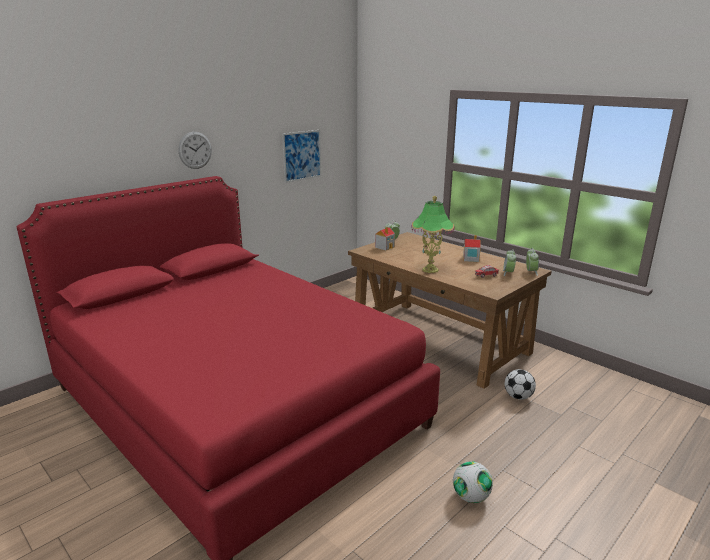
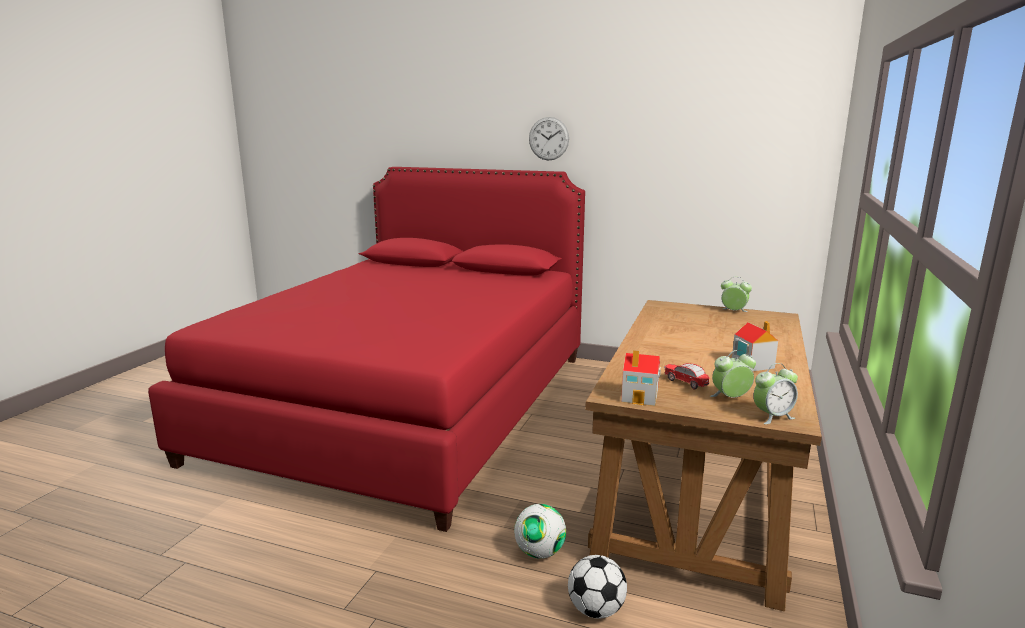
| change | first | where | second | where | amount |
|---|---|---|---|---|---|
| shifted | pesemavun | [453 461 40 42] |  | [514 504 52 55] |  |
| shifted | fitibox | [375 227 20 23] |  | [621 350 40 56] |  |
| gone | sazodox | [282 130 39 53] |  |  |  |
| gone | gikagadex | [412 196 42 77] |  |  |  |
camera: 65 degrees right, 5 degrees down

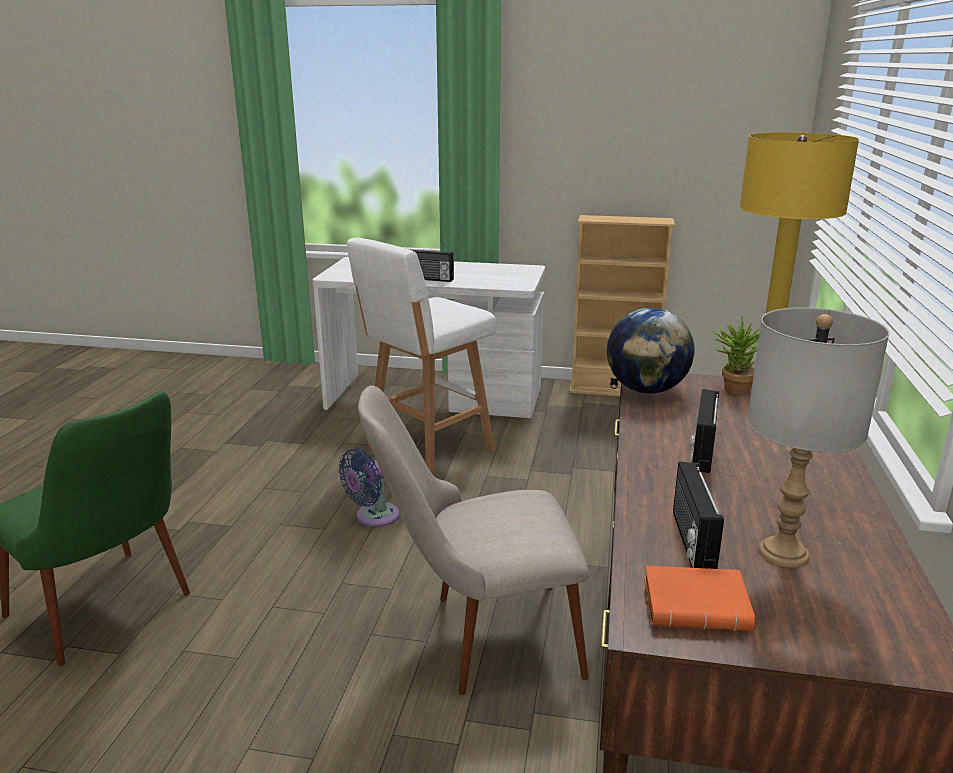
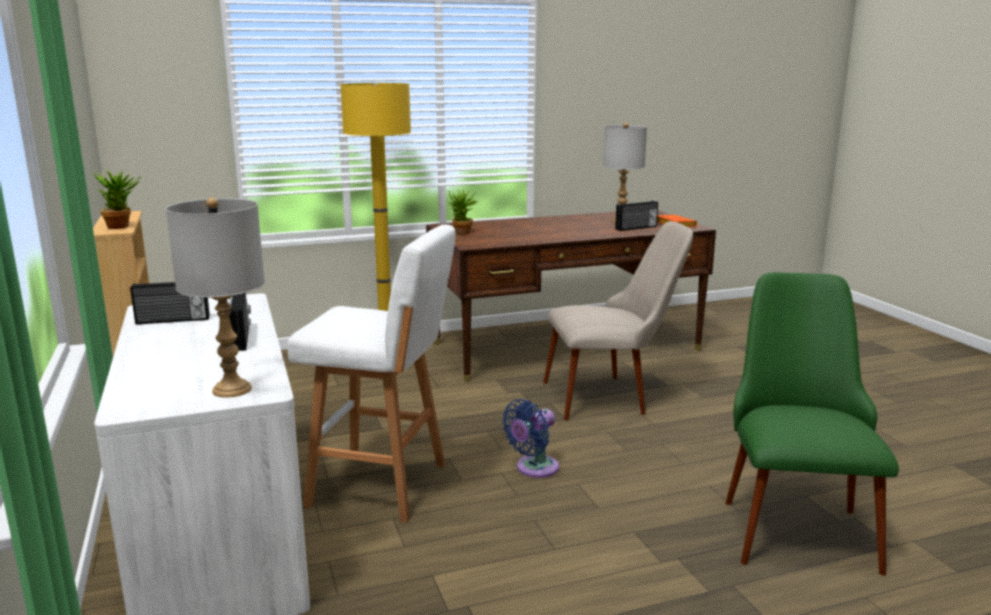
| change | first | where | second | where | amount |
|---|---|---|---|---|---|
| new |  |  | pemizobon | [92 170 48 59] |  |
| shifted | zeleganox | [690 389 29 84] |  | [130 282 80 43] |  |
| new |  |  | grey_gikagadex | [166 198 99 200] |  |
| rotated | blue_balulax | [339 449 61 78] |  | [502 399 57 79] | 120 degrees clockwise |
| rotated | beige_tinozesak | [358 385 231 310] |  | [543 221 150 199] | 60 degrees counterclockwise |
| gone | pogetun | [607 308 87 86] |  |  |  |
camera: 120 degrees left, 5 degrees down

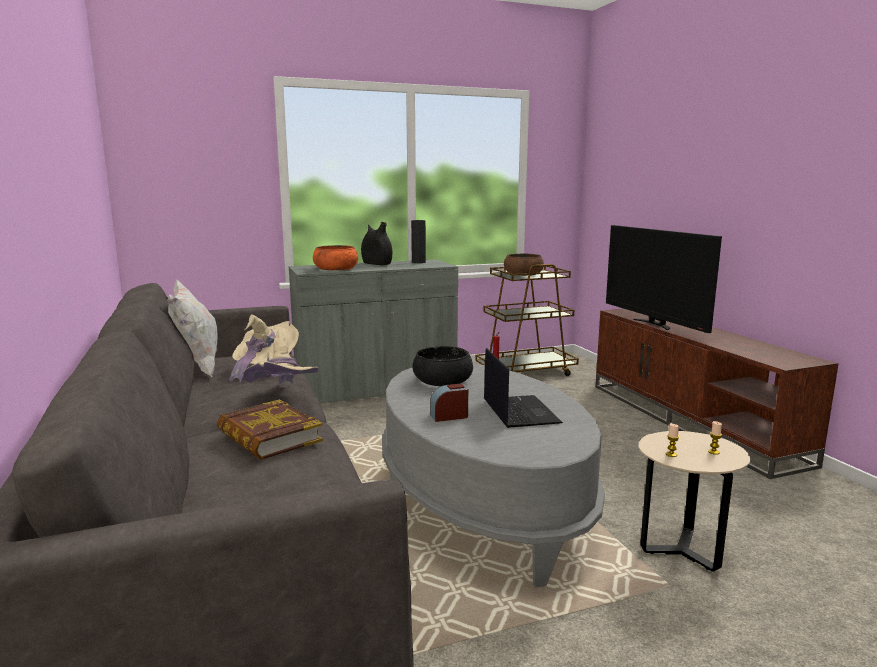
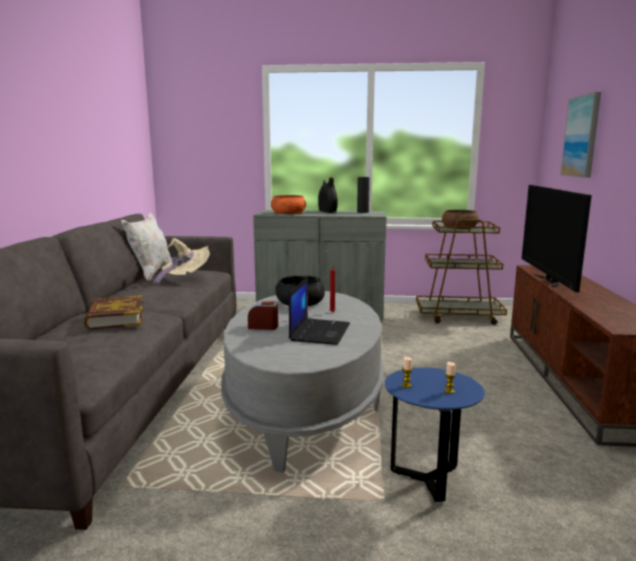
| change | first | where | second | where | amount |
|---|---|---|---|---|---|
| repainted | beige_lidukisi | [639 431 111 141] | blue_lidukisi | [385 368 100 134] |  |
| new |  |  | sazodox | [561 92 40 86] |  |
| gone | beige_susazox | [243 329 75 55] |  |  |  |
camera: 25 degrees right, 0 degrees up

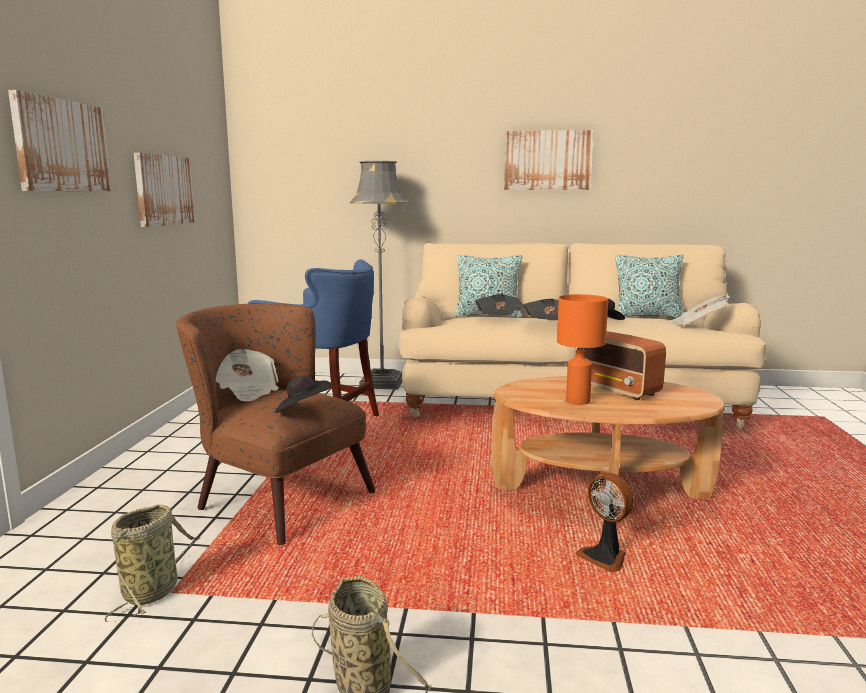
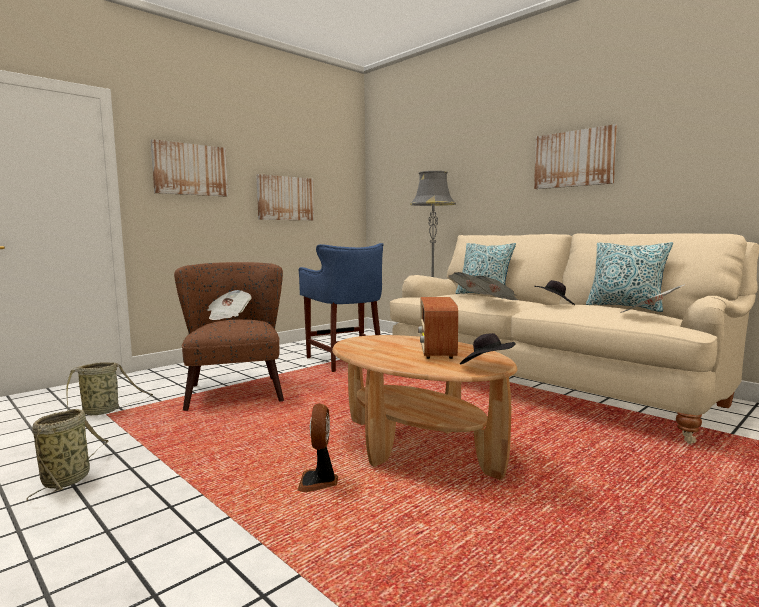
| change | first | where | second | where | amount |
|---|---|---|---|---|---|
| shifted | black_susazox | [275 375 56 38] |  | [460 333 56 31] |  |
| gone | orange_gikagadex | [557 294 51 111] |  |  |  |
camera: 40 degrees right, 5 degrees down

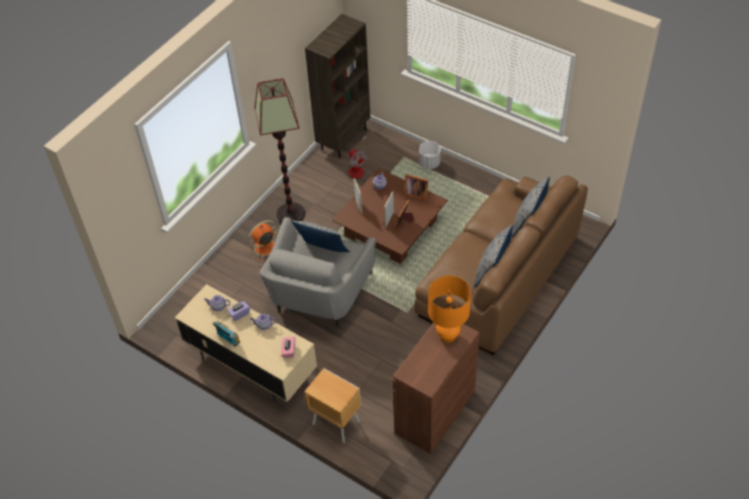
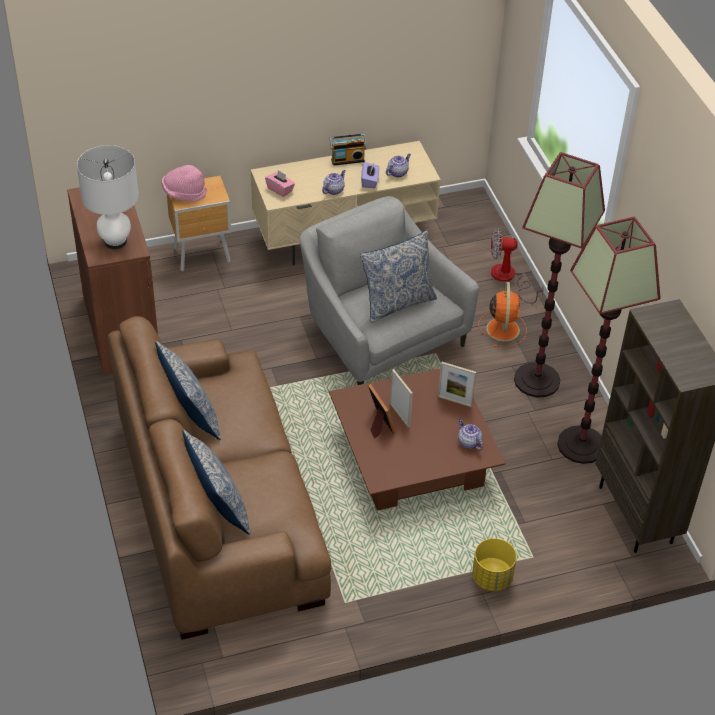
| change | first | where | second | where | amount |
|---|---|---|---|---|---|
| repainted | orange_gikagadex | [428 276 43 67] | white_gikagadex | [77 145 62 104] |  |
| new |  |  | pink_susazox | [162 165 45 37] |  |
| repainted | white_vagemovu | [419 141 22 28] | yellow_vagemovu | [472 538 45 53] |  |
| shifted | balulax | [348 136 21 43] |  | [491 229 53 74] |  |
| new |  |  | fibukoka | [557 217 104 247] |  |
| gone | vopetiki | [404 174 24 27] |  |  |  |
camera: 125 degrees right, 5 degrees down

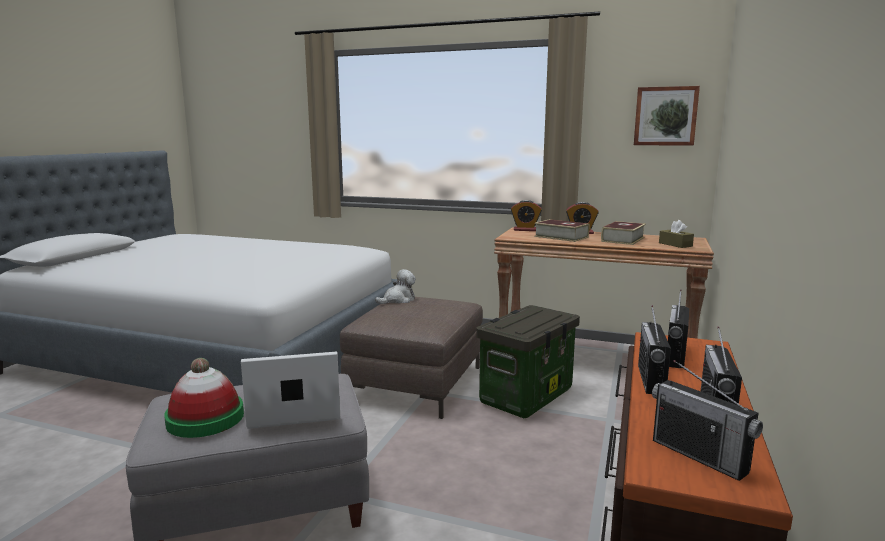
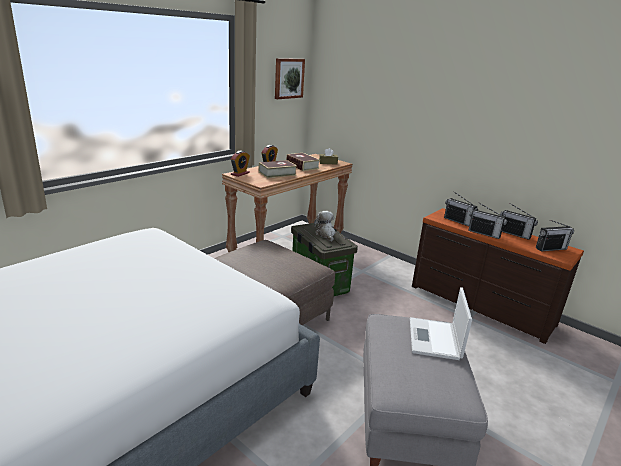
| change | first | where | second | where | amount |
|---|---|---|---|---|---|
| shifted | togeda | [375 269 41 35] |  | [314 211 22 30] |  |
| gone | susazox | [164 358 80 80] |  |  |  |
camera: 70 degrees left, 10 degrees up

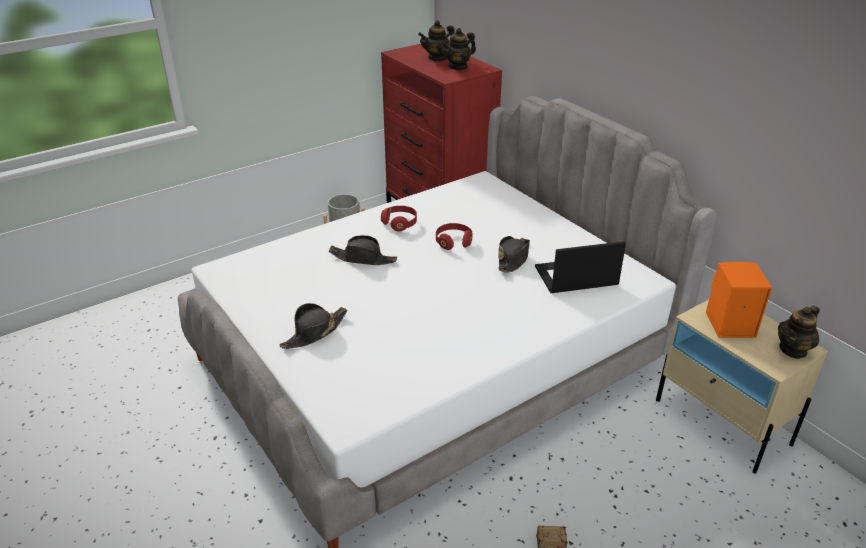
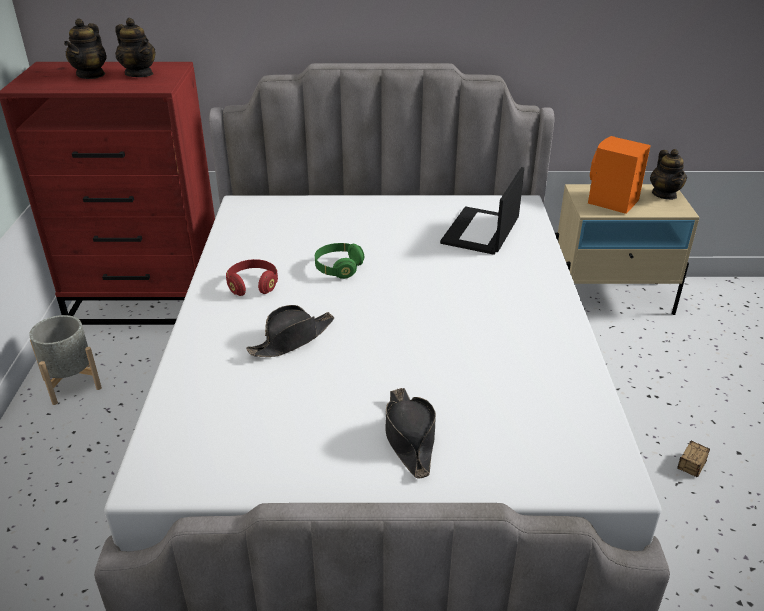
| change | first | where | second | where | amount |
|---|---|---|---|---|---|
| rotated | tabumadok | [441 28 35 42] |  | [115 18 41 59] | 45 degrees counterclockwise |
| repainted | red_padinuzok | [436 223 36 27] | green_padinuzok | [315 243 49 36] |  |
| gone | black_susazox | [498 236 32 37] |  |  |  |
camera: 55 degrees left, 0 degrees up

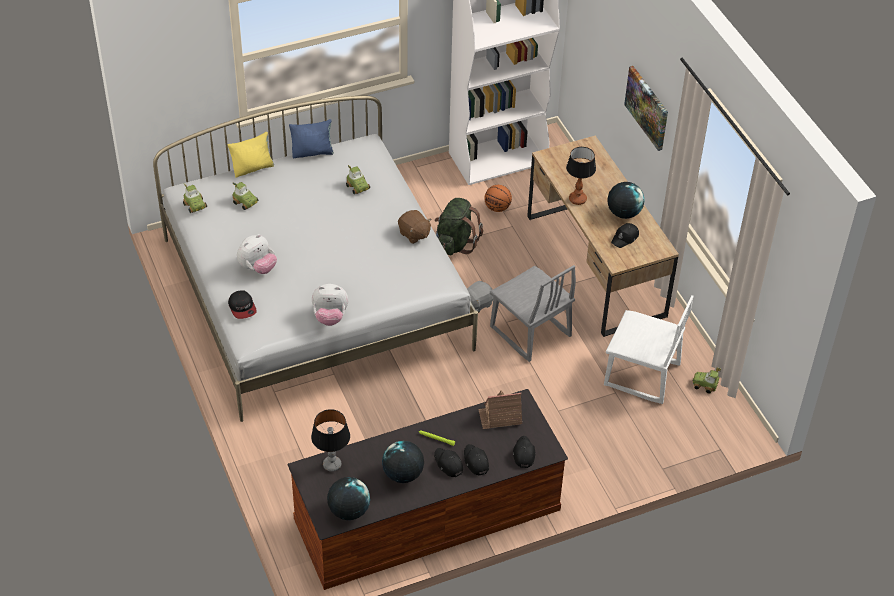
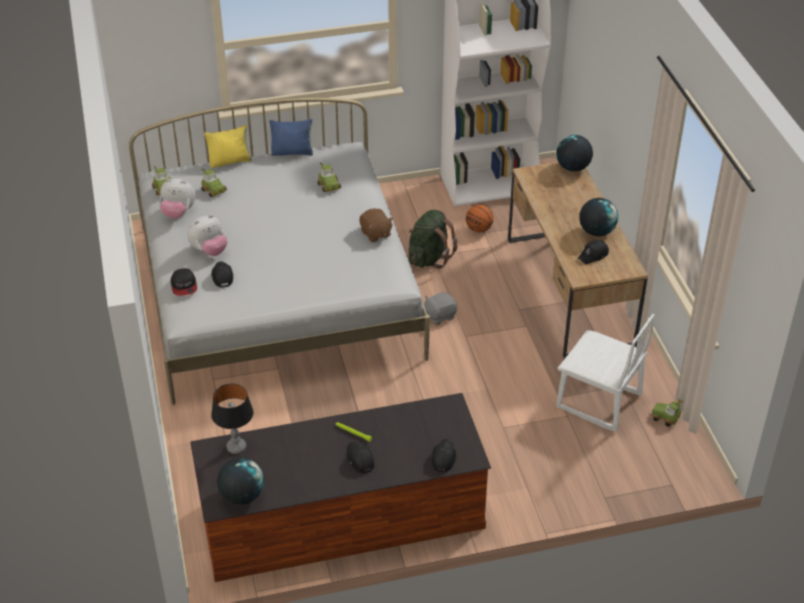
| change | first | where | second | where | amount |
|---|---|---|---|---|---|
| shifted | togeda | [312 284 36 42] |  | [159 178 37 41] |  |
| shifted | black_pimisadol | [464 444 25 31] |  | [211 261 22 26] |  |
| shifted | pogetun | [382 441 42 42] |  | [556 135 37 37] |  |
| gone | fitibox | [478 390 44 39] |  |  |  |
| gone | grey_tinozesak | [490 265 86 97] |  |  |  |
| gone | gikagadex | [566 147 30 58] |  |  |  |
| gone | sazodox | [624 66 44 85] |  |  |  |
camera: 10 degrees right, 5 degrees down

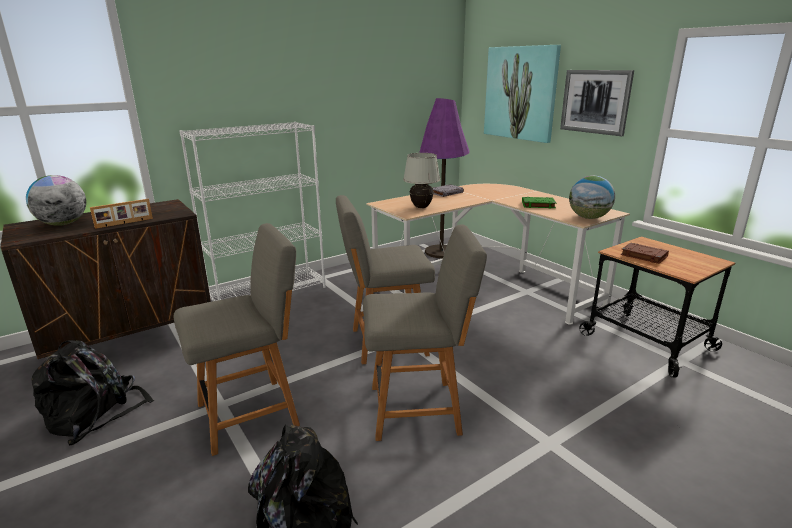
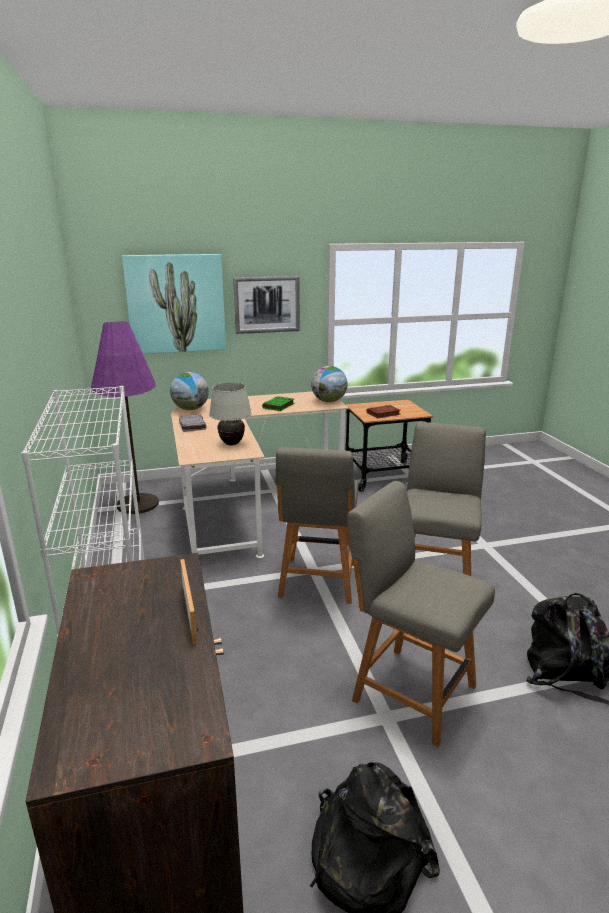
| change | first | where | second | where | amount |
|---|---|---|---|---|---|
| shifted | pogetun | [26 175 60 51] |  | [170 372 39 38] |  |
| rotated | grey_tinozesak | [173 223 127 233] |  | [347 481 148 266] | 45 degrees counterclockwise |
camera: 70 degrees left, 0 degrees up

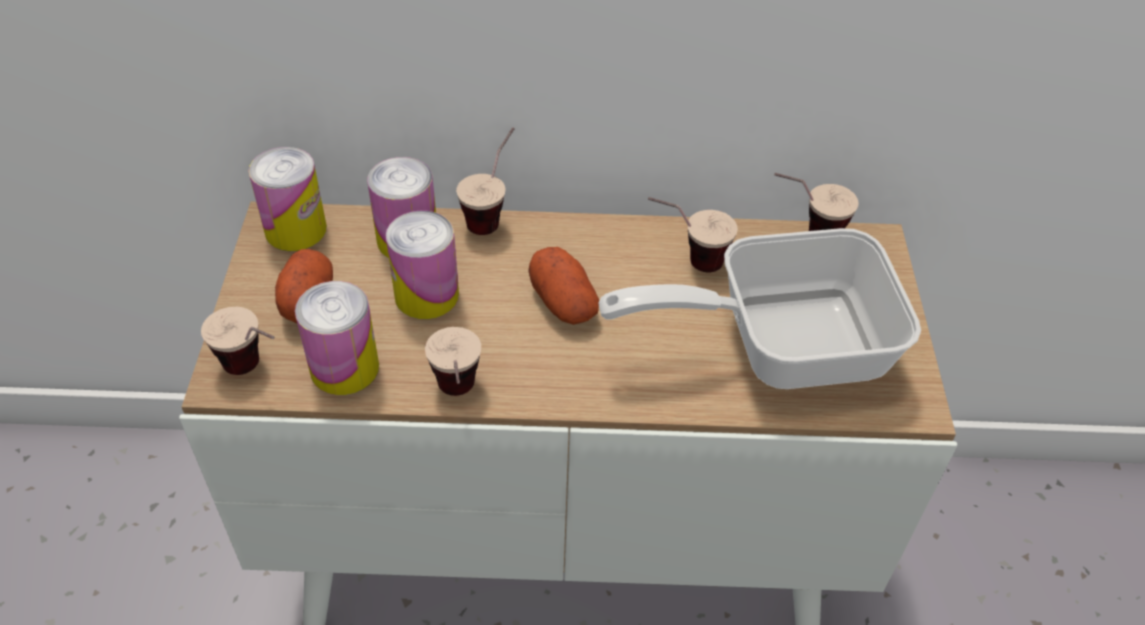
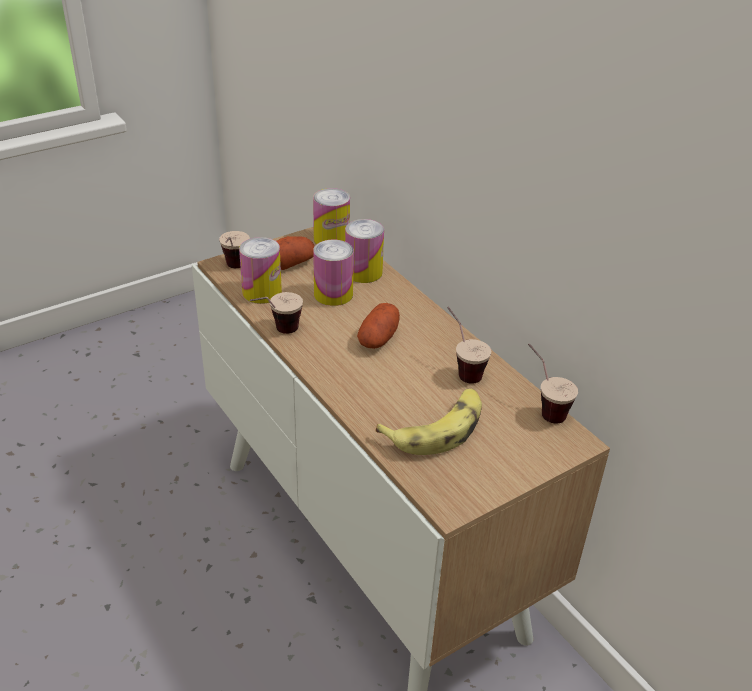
| change | first | where | second | where | amount |
|---|---|---|---|---|---|
| swapped | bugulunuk | [598 228 323 161] | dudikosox | [376 389 106 66] |  |
| gone | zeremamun | [456 127 59 108] |  |  |  |
camera: 55 degrees right, 10 degrees down

